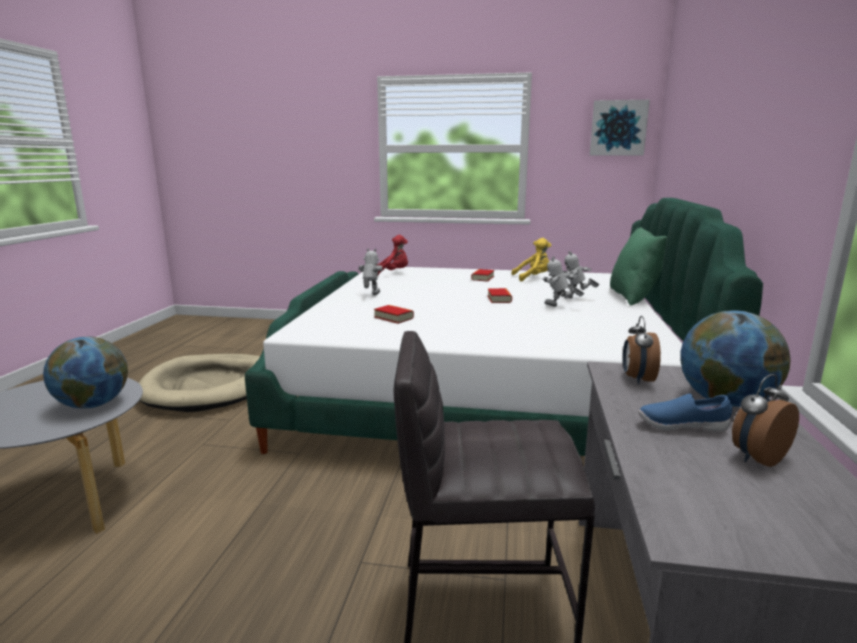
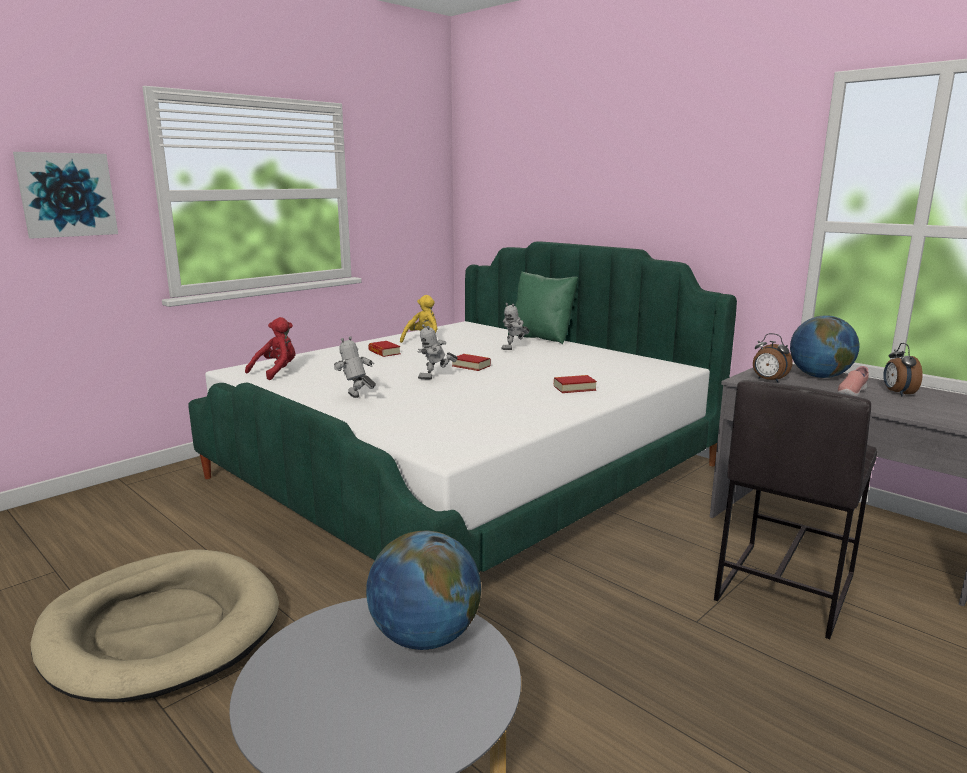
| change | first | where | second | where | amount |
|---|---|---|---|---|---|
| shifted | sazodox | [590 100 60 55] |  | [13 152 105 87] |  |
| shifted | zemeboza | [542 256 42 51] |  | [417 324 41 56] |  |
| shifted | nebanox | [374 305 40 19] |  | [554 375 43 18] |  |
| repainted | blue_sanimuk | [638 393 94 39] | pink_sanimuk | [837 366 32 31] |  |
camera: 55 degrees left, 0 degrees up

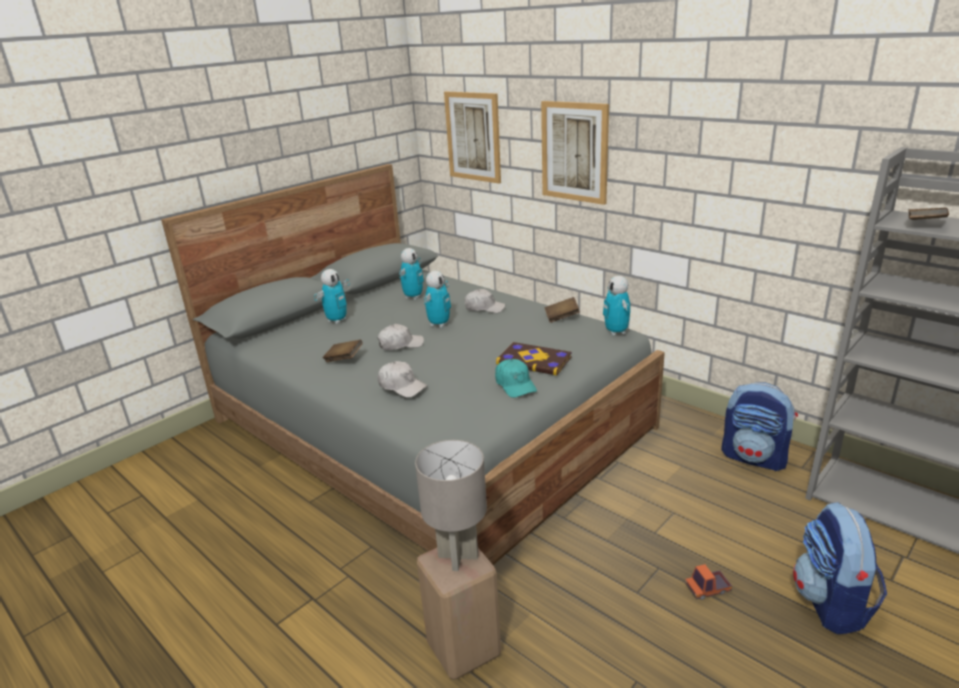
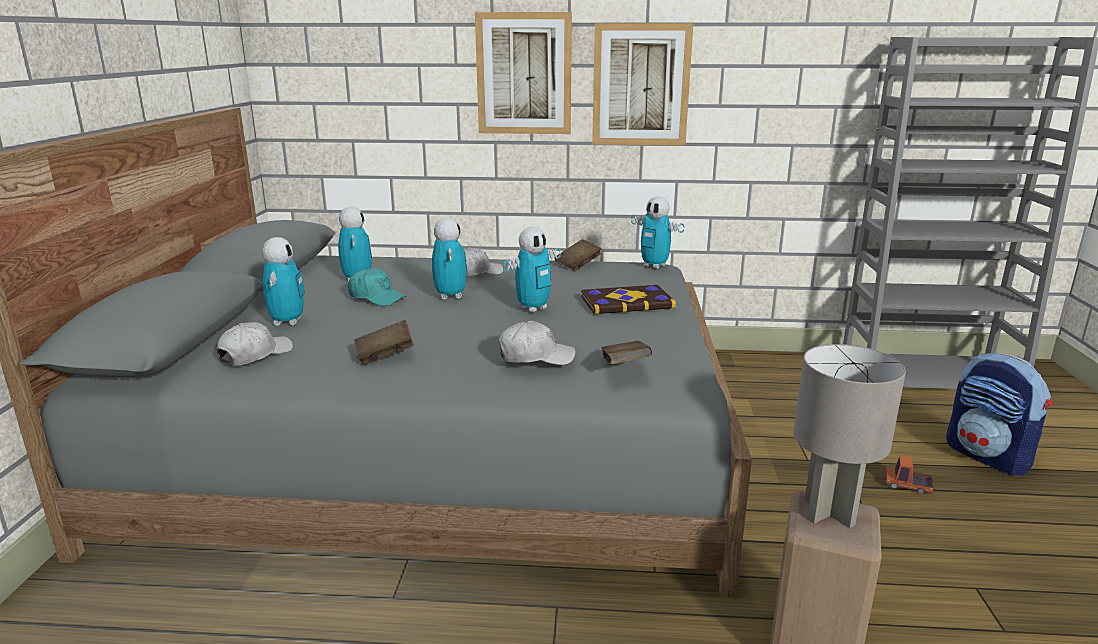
| change | first | where | second | where | amount |
|---|---|---|---|---|---|
| shifted | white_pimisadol | [378 324 46 26] |  | [217 322 76 44] |  |
| shifted | turquoise_pimisadol | [495 359 42 39] |  | [348 268 59 38] |  |
| new |  |  | zemeboza | [503 227 58 85] |  |
| shifted | sazodox | [444 91 57 93] |  | [592 23 101 122] |  |
| shifted | brown_nebanox | [908 208 41 12] |  | [601 341 51 24] |  |
| rotated | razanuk | [685 564 47 36] |  | [886 455 48 39] | 75 degrees clockwise |
| gone | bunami | [721 382 77 89] |  |  |  |
camera: 40 degrees left, 5 degrees down

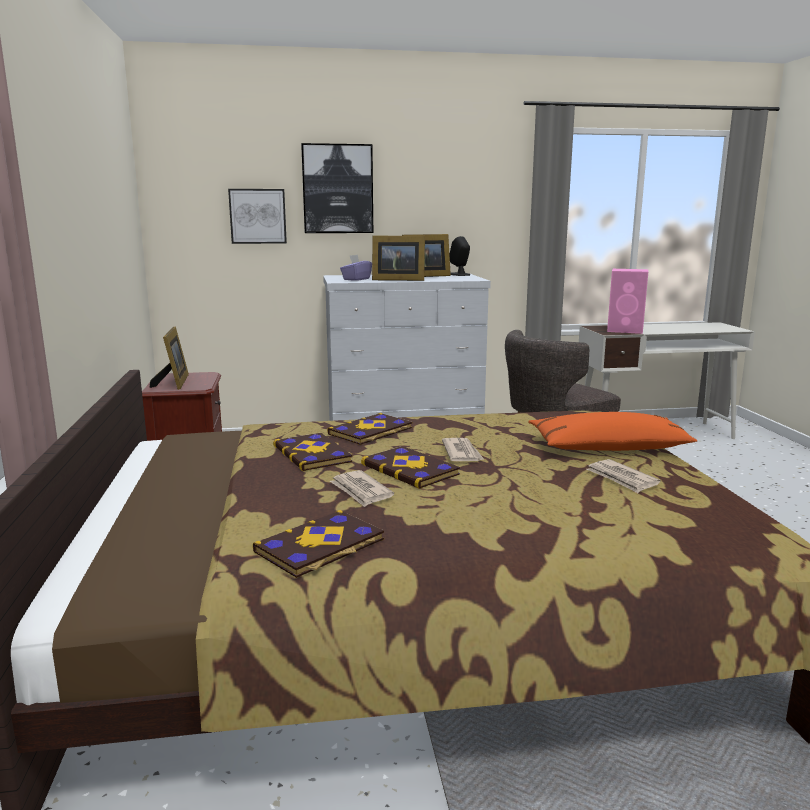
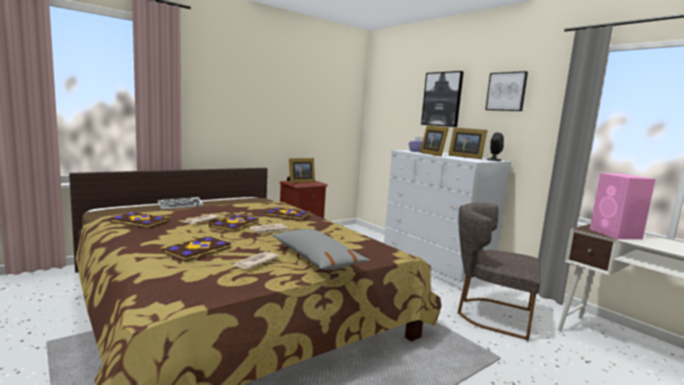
| change | first | where | second | where | amount |
|---|---|---|---|---|---|
| new |  |  | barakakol | [157 197 46 13] |  |
| shifted | nebanox | [273 433 79 38] |  | [162 236 69 26] |  |
| repainted | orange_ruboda | [528 412 169 39] | grey_ruboda | [272 229 98 41] |  |
| shifted | sazodox | [228 189 59 55] |  | [485 71 43 40] |  |
camera: 60 degrees right, 5 degrees down

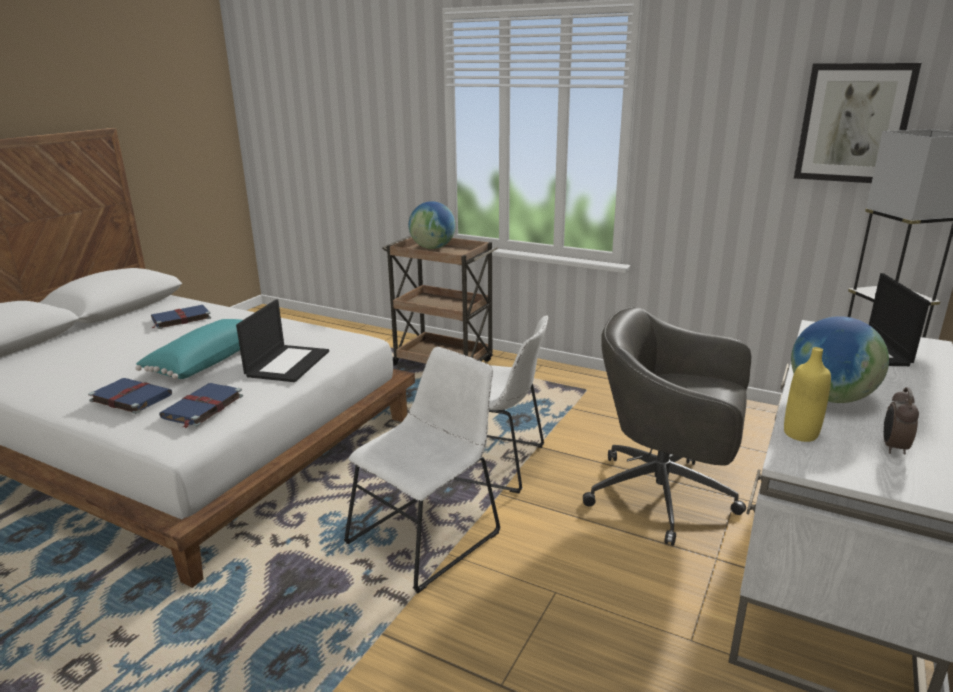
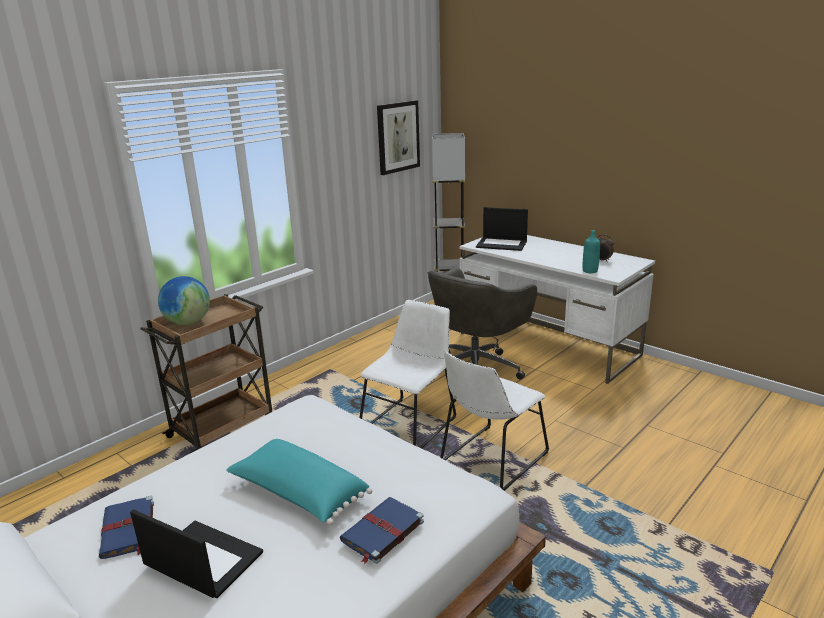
| change | first | where | second | where | amount |
|---|---|---|---|---|---|
| shifted | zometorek | [236 299 93 83] |  | [130 509 133 89] |  |
| rotated | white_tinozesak | [344 347 156 247] |  | [440 351 109 140] | 105 degrees counterclockwise |
| repainted | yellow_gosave | [784 347 47 95] | turquoise_gosave | [583 230 17 43] |  |
| gone | blue_nebanox | [159 383 84 45] |  |  |  |
| gone | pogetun | [791 316 98 87] |  |  |  |
camera: 75 degrees left, 0 degrees up

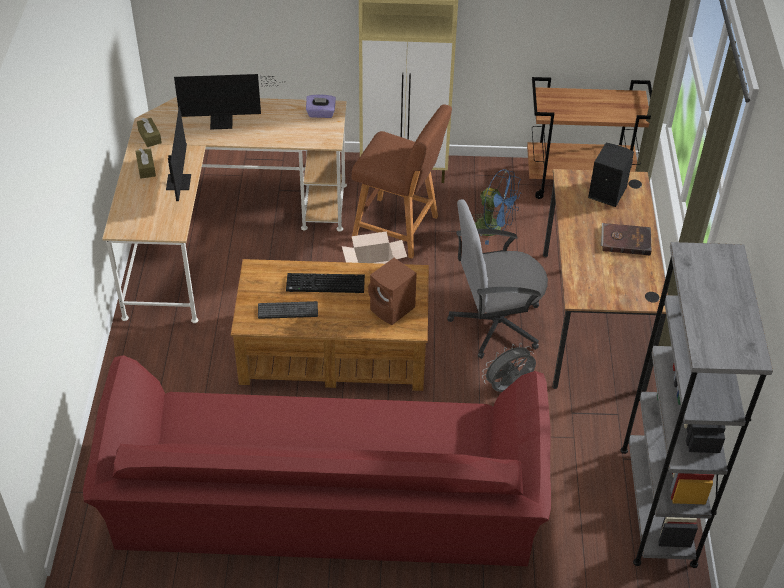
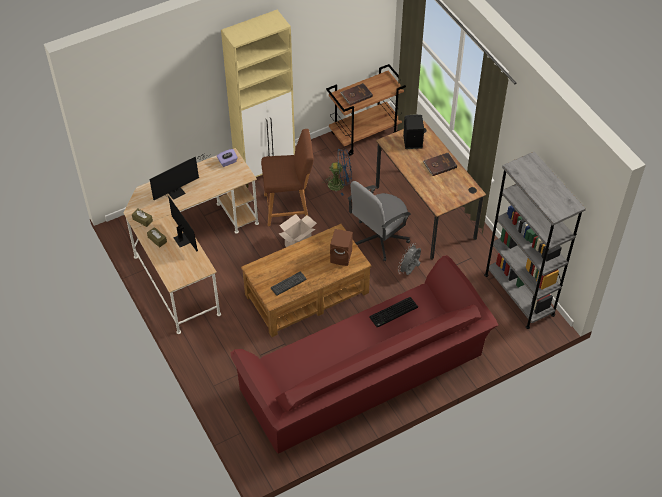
| change | first | where | second | where | amount |
|---|---|---|---|---|---|
| new |  |  | brown_nebanox | [340 83 33 23] |  |
| shifted | barakakol | [286 273 79 20] |  | [369 297 49 31] |  |
camera: 30 degrees left, 5 degrees up

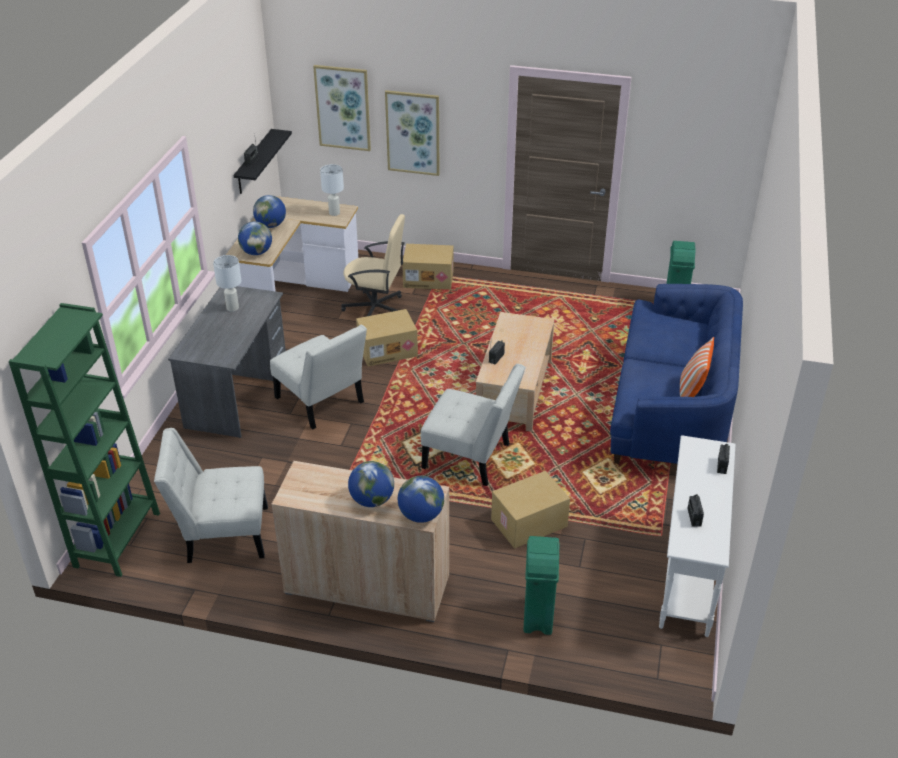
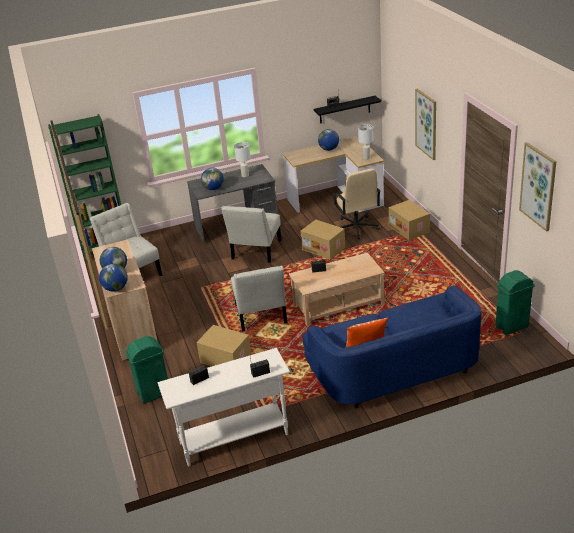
| change | first | where | second | where | amount |
|---|---|---|---|---|---|
| shifted | pogetun | [238 221 34 34] |  | [201 168 23 22] |  |
| shifted | sazodox | [313 65 58 86] |  | [519 142 38 90] |  |
camera: 60 degrees right, 5 degrees down

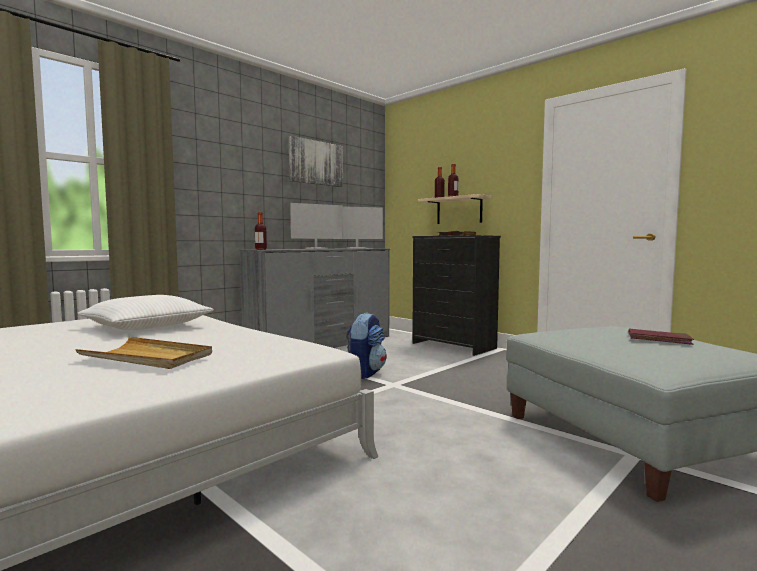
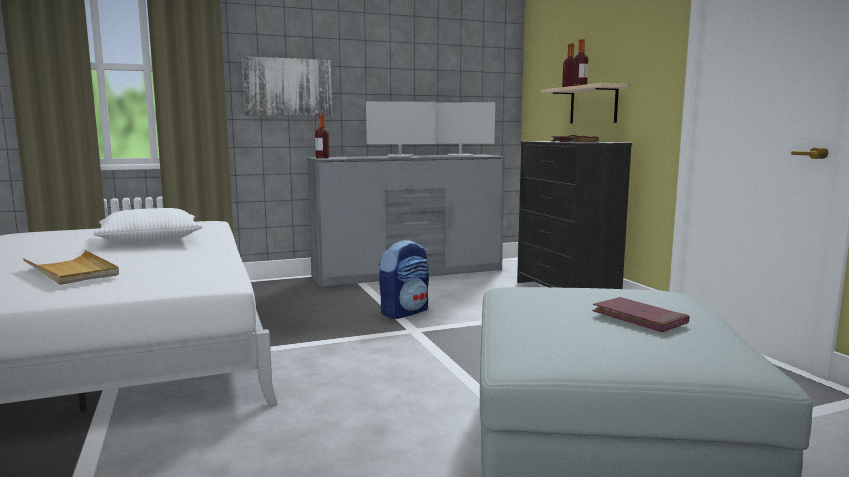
| change | first | where | second | where | amount |
|---|---|---|---|---|---|
| shifted | sazodox | [289 136 54 51] |  | [242 56 90 60] |  |
camera: 25 degrees right, 5 degrees up

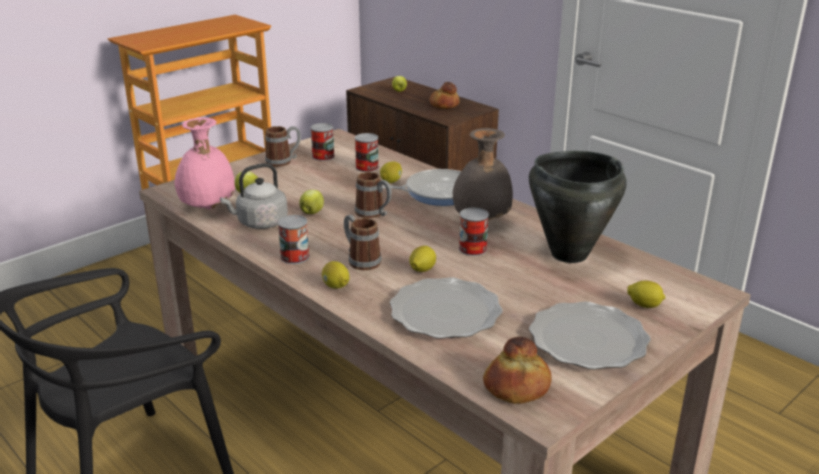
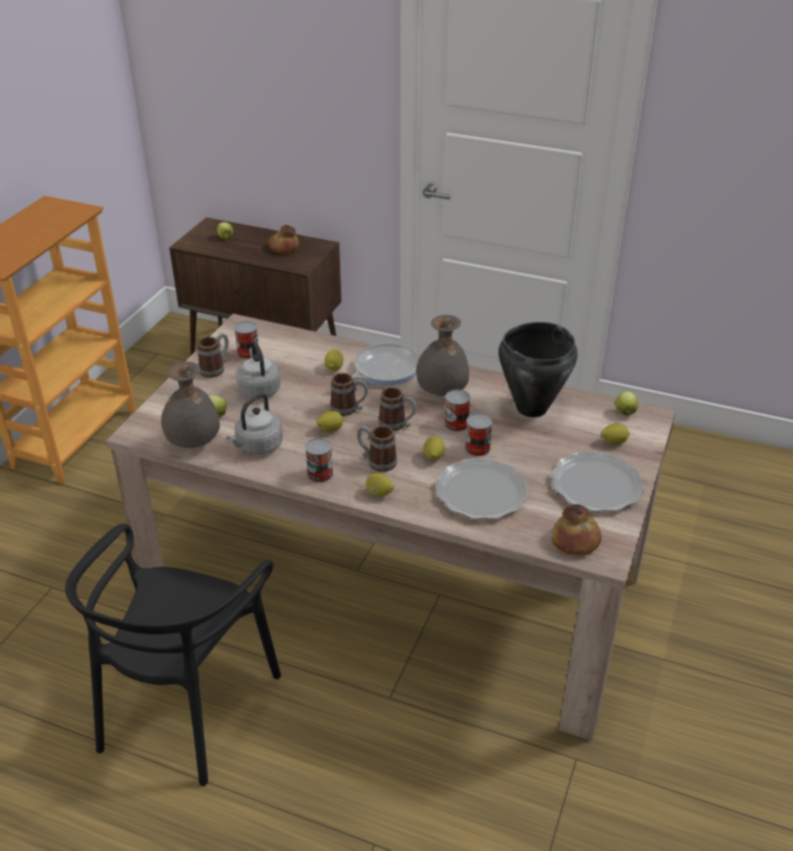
| change | first | where | second | where | amount |
|---|---|---|---|---|---|
| repainted | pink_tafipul | [175 117 60 92] | grey_tafipul | [161 361 59 87] |  |
| new |  |  | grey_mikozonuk | [236 341 45 58] |  |
| new |  |  | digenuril | [316 411 28 21] |  |
| new |  |  | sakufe | [378 387 39 44] |  |
| shifted | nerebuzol | [355 133 24 39] |  | [465 413 27 43] |  |
| shifted | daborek | [299 190 25 24] |  | [615 392 23 23] |  |
camera: 25 degrees left, 10 degrees up

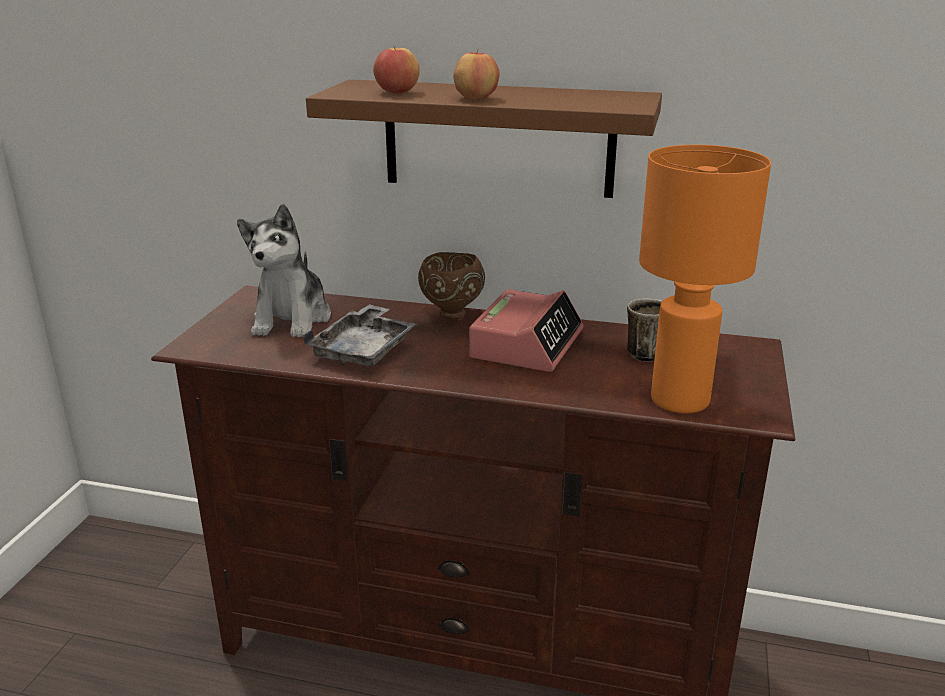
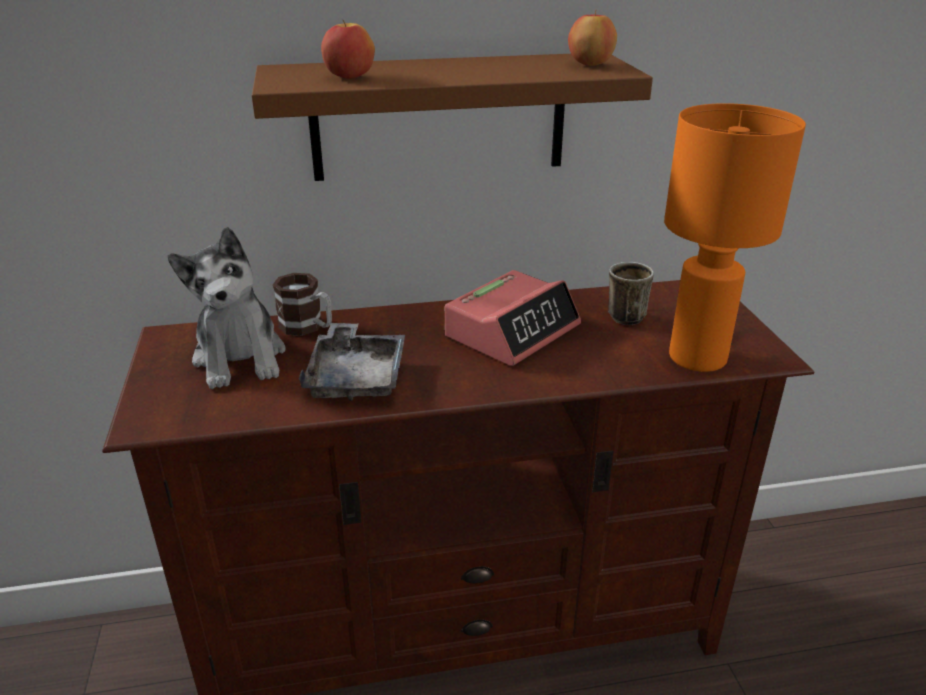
| change | first | where | second | where | amount |
|---|---|---|---|---|---|
| new |  |  | sakufe | [273 273 59 63] |  |
| rotated | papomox | [469 289 115 83] |  | [445 270 136 96] | 45 degrees clockwise |
| shifted | daborek | [453 48 47 51] |  | [568 10 49 56] |  |
| gone | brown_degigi | [418 252 67 68] |  |  |  |
camera: 25 degrees left, 5 degrees up

